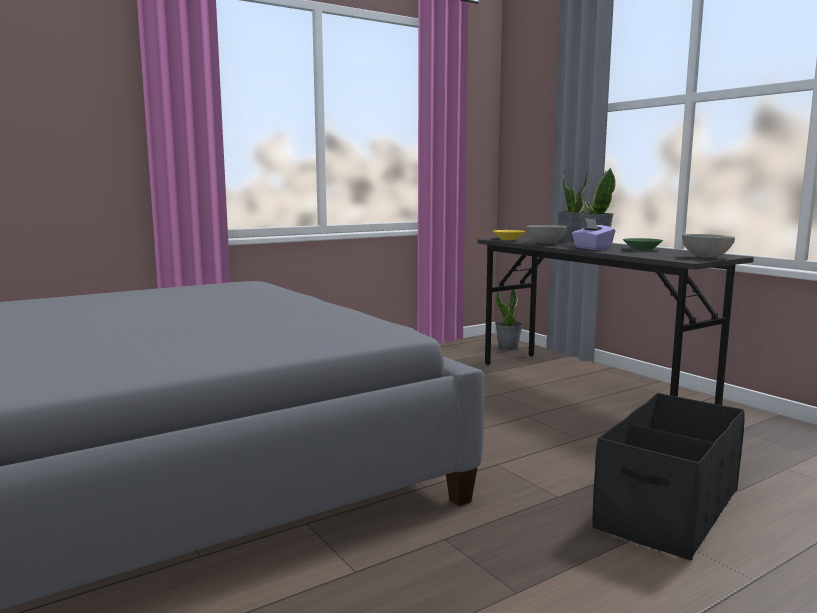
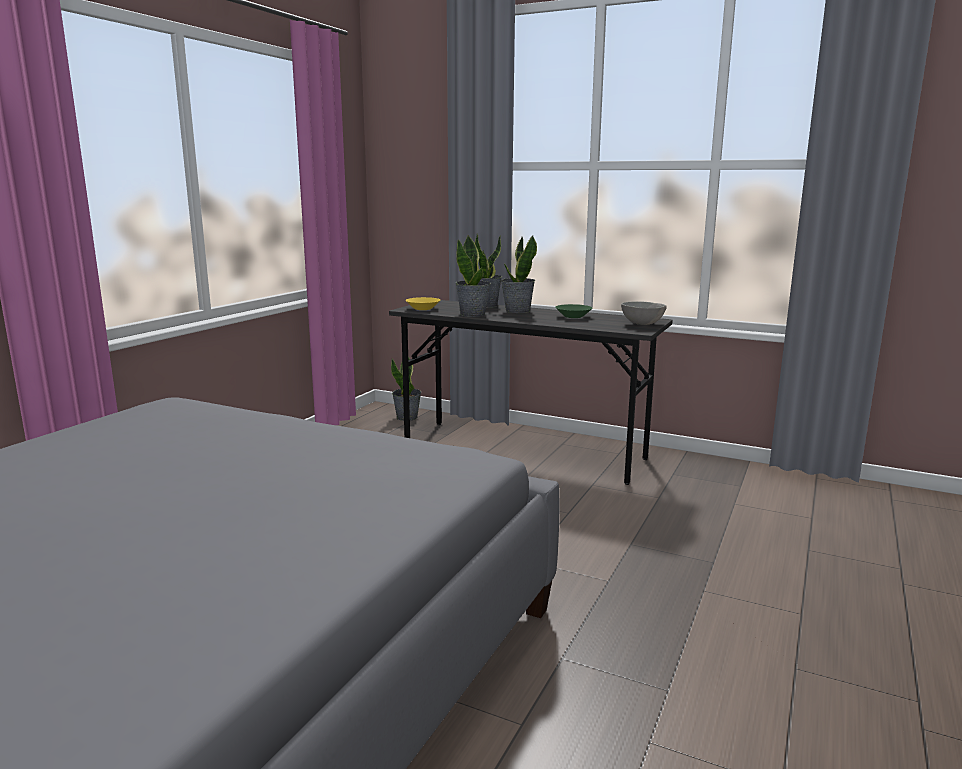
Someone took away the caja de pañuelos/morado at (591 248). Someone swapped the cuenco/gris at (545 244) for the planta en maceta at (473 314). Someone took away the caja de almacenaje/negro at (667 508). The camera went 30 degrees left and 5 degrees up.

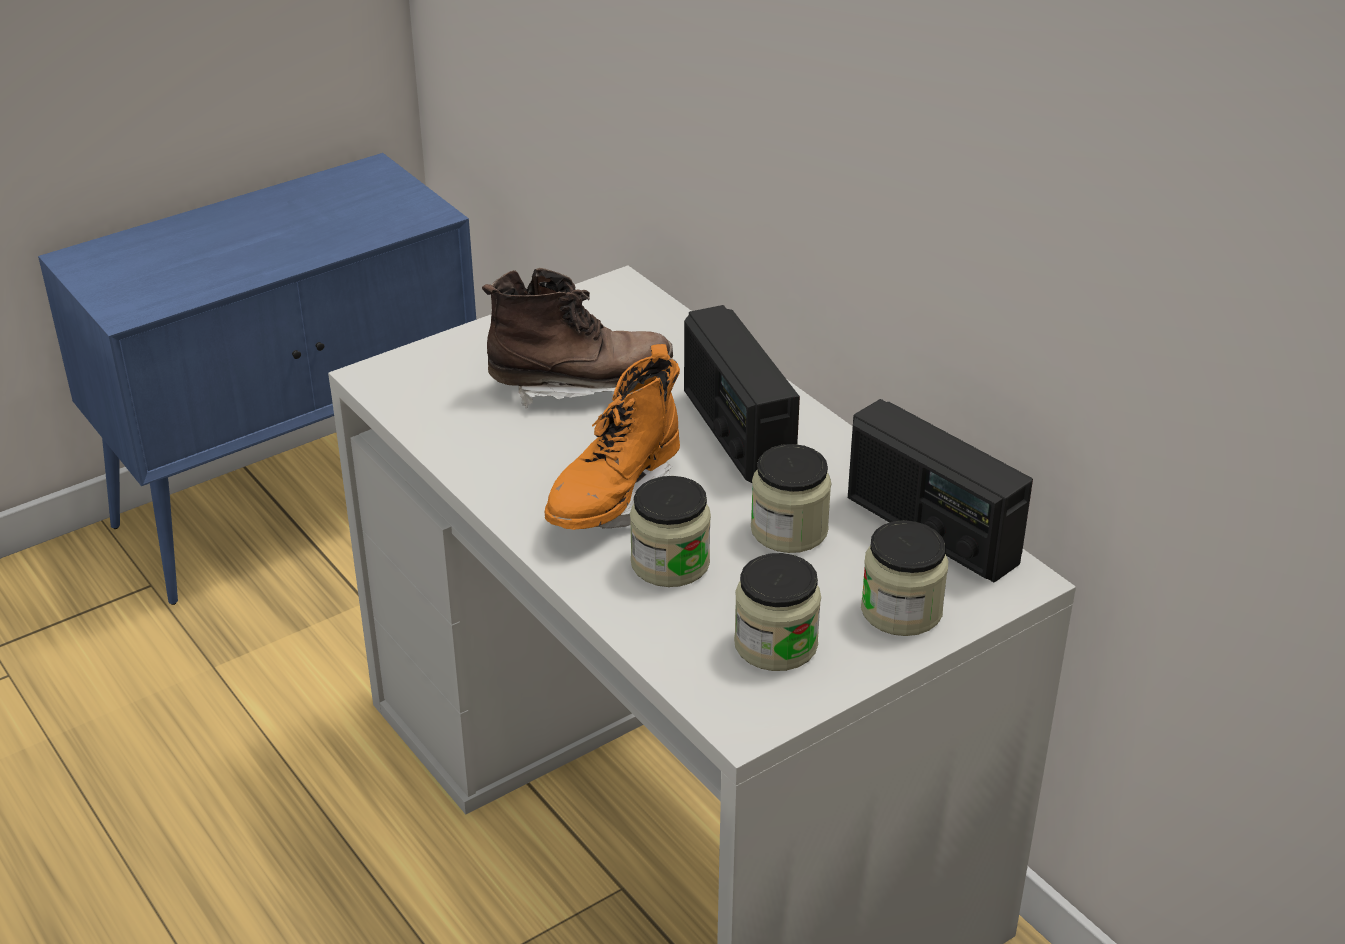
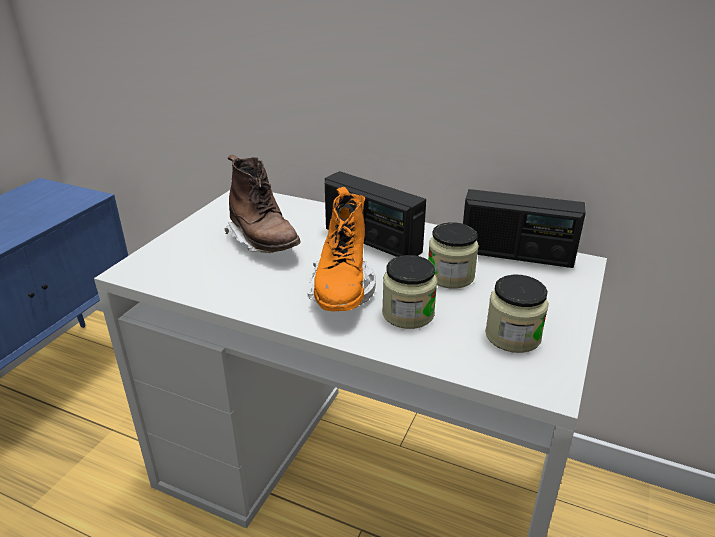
Someone rotated the bota/marrón at (580 386) by 90 degrees clockwise. Someone took away the tarro at (901 610). The camera went 30 degrees left and 5 degrees down.

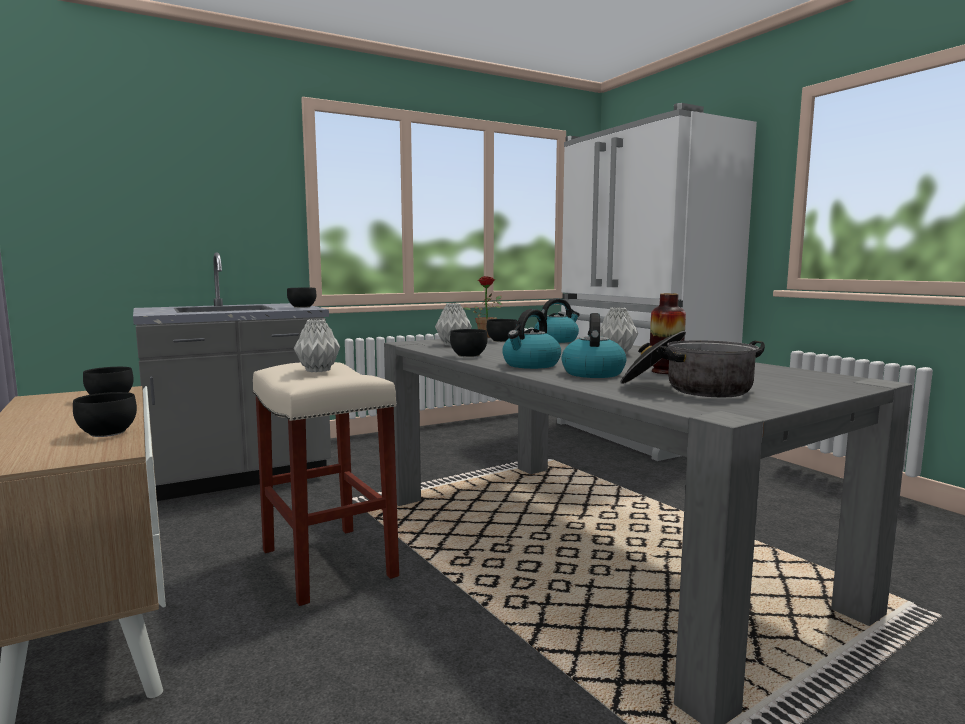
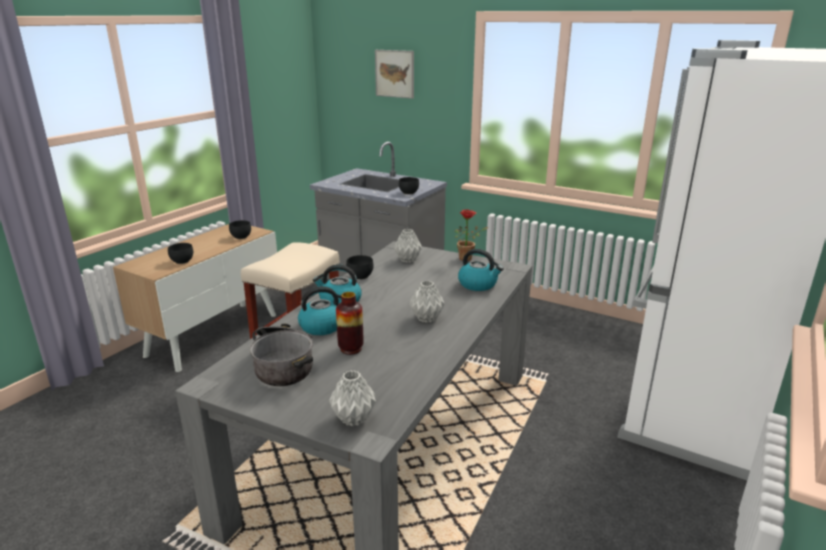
Someone carried the florero/gris from (317 370) to (354 418). Someone took away the cuenco/negro at (502 341). Someone put up the cuadro at (394 73). The camera went 60 degrees right and 15 degrees up.

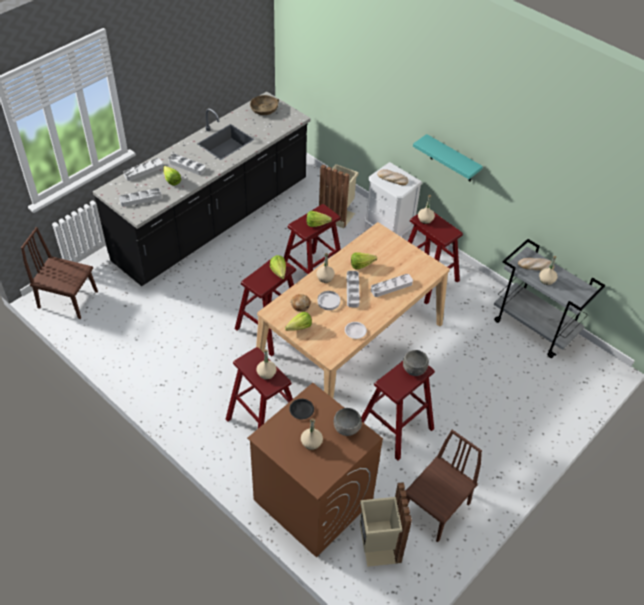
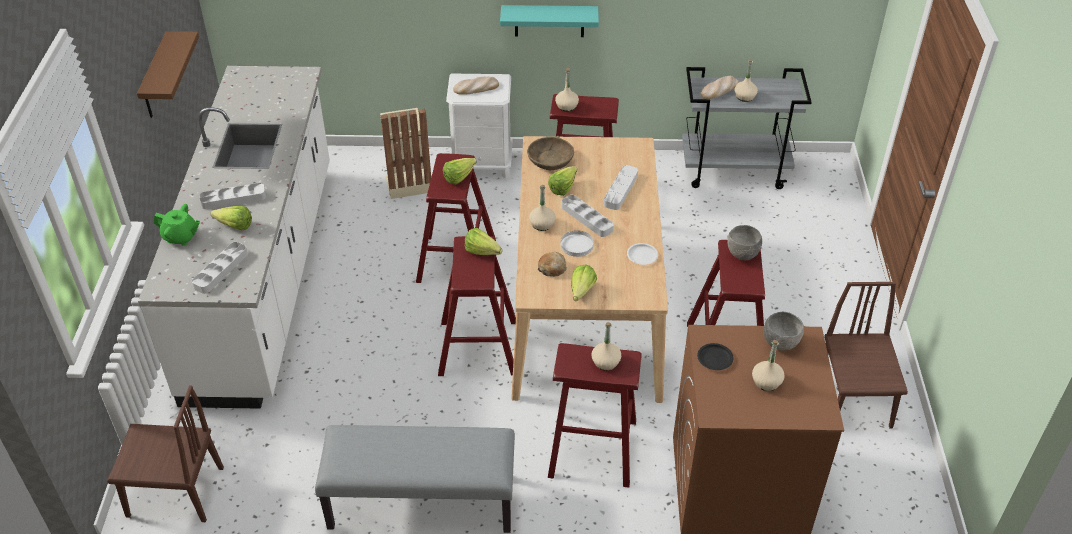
Someone repainted the mueble bajo de cocina/negro at (213 221), which became the mueble bajo de cocina/blanco at (264 277). Someone carried the cuenco/marrón from (264 109) to (550 160). Someone swapped the bandeja/gris at (143 171) for the tetera/verde at (181 237). Someone rotated the silla/marrón at (68 299) by 150 degrees counterclockwise. Someone took away the papelera/beis at (378 546). Someone put up the estante/marrón at (156 78). Someone put down the banco/gris at (421 503). The camera went 40 degrees left and 5 degrees down.

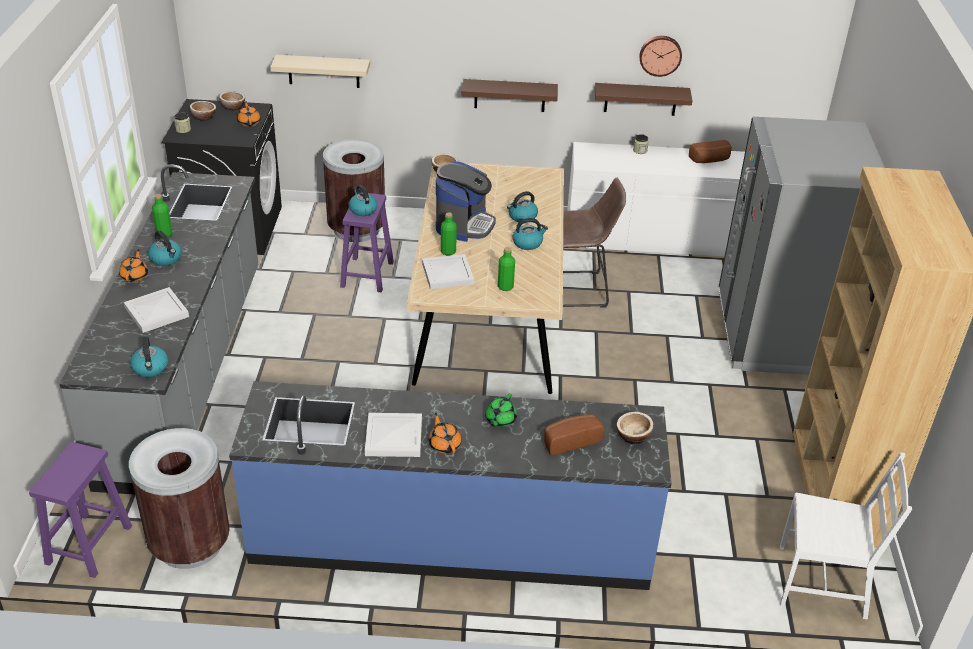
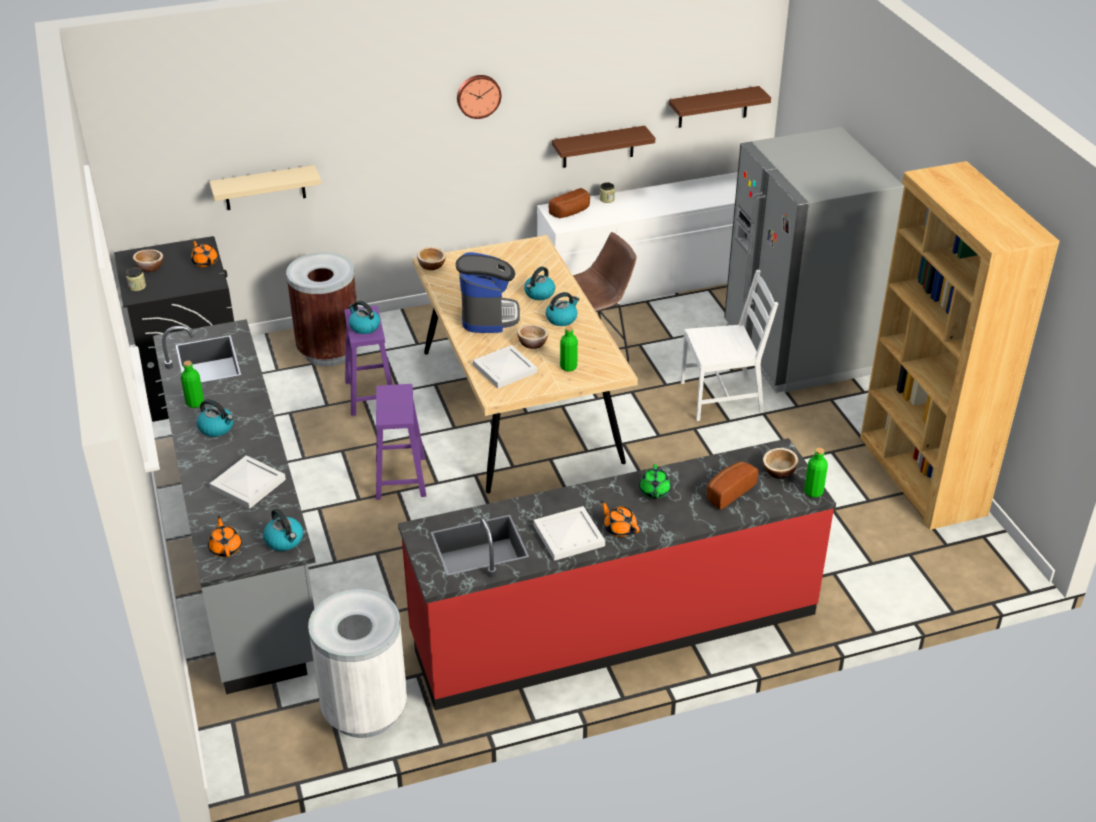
Someone carried the reloj de pared from (660 55) to (478 95). Someone carried the estante/marrón from (509 95) to (713 107). Someone carried the cuenco from (233 107) to (532 343). Someone carried the pan from (710 160) to (571 212). Someone carried the botella/verde from (448 251) to (813 492). Someone carried the tetera/naranja from (135 276) to (226 548). Someone repainted the mueble bajo de cocina/azul at (451 538), which became the mueble bajo de cocina/rojo at (614 625). Someone repainted the papelera/marrón at (189 544), which became the papelera/blanco at (364 711). Someone carried the taburete/morado from (89 543) to (400 476). Someone carried the silla/blanco from (823 582) to (722 397). The camera went 20 degrees left and 0 degrees up.

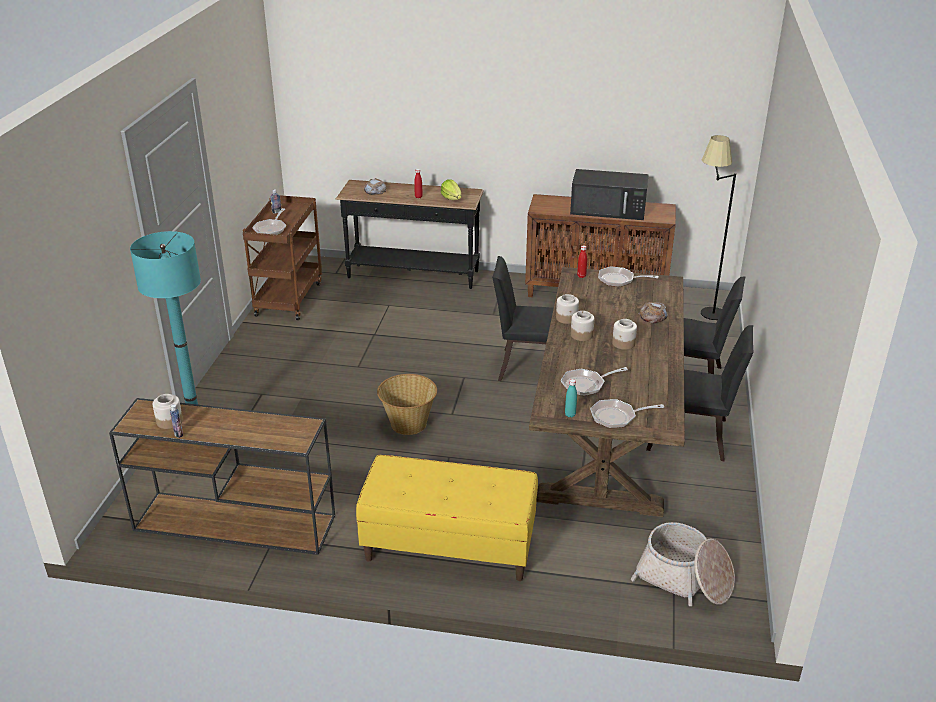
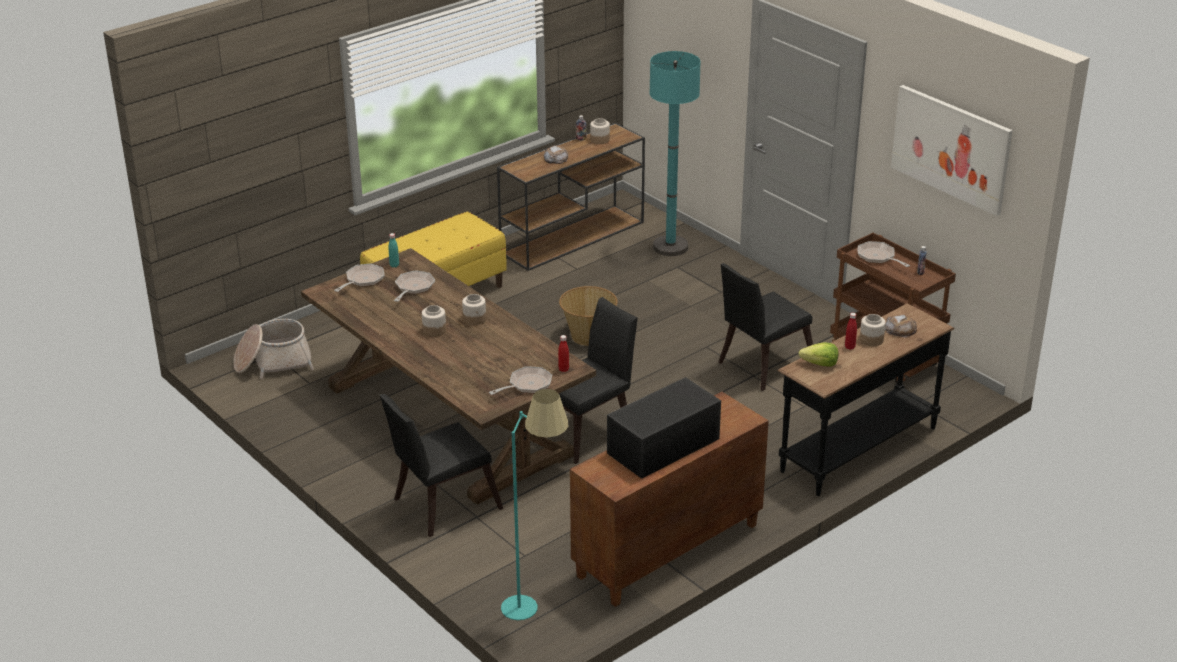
Someone repainted the lámpara de pie/negro at (703 309), which became the lámpara de pie/turquesa at (536 606). Someone carried the tarro from (567 318) to (871 340). Someone carried the pan from (653 316) to (555 158). Someone carried the silla/negro from (693 437) to (761 366). Someone put up the cuadro at (951 148). The camera went 130 degrees right and 0 degrees up.

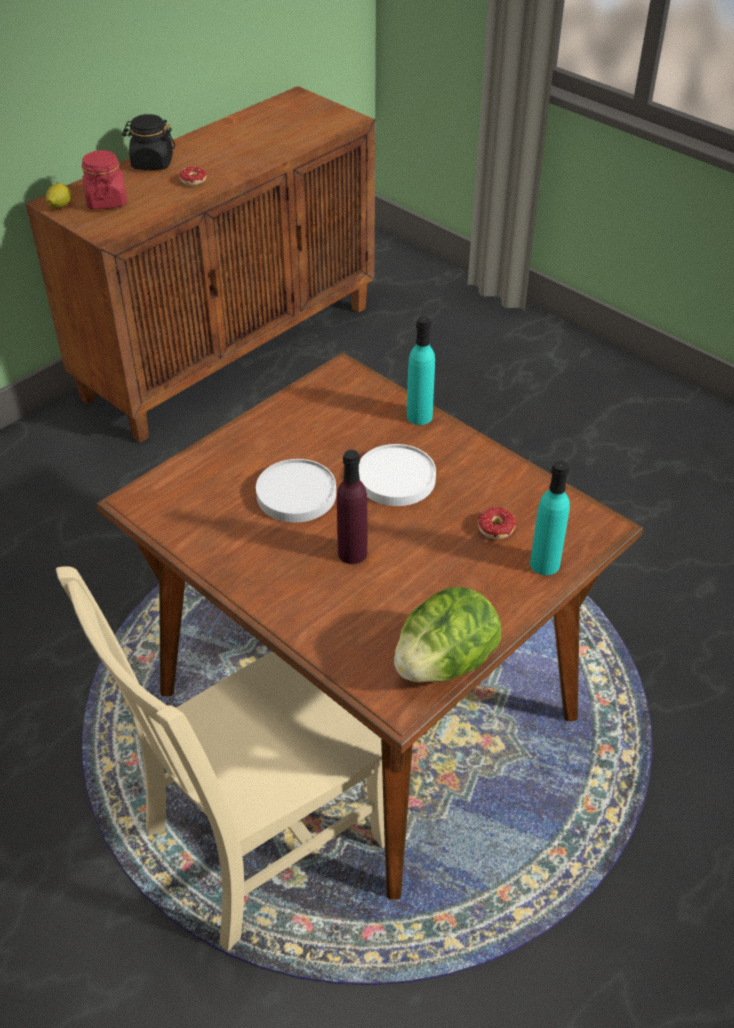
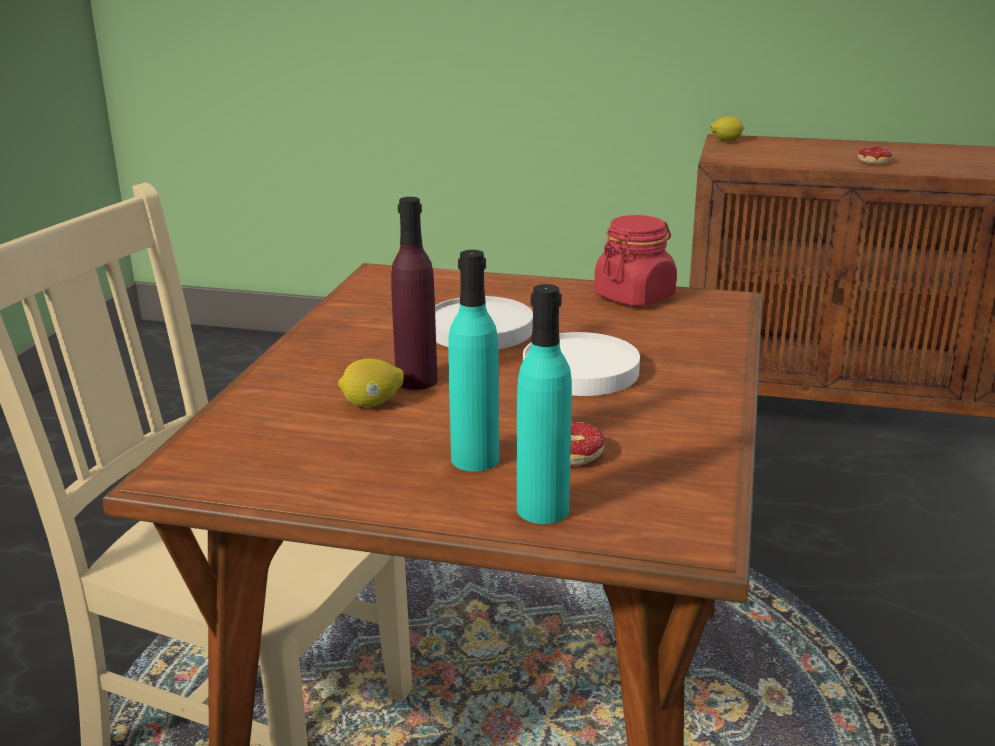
Someone took away the tarro/negro at (152 163). Someone carried the tarro/rojo from (106 201) to (634 296). Someone carried the botella/turquesa from (419 416) to (475 459). Someone took away the lechuga at (445 663). Someone put down the limón at (372 404). The camera went 60 degrees right and 20 degrees down.

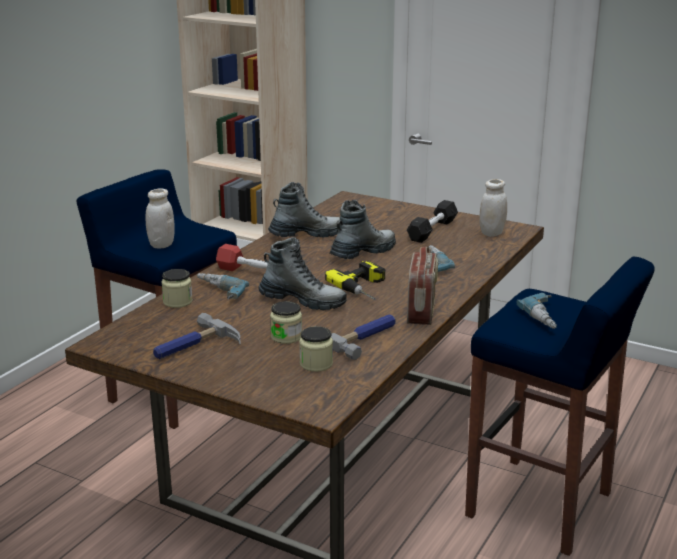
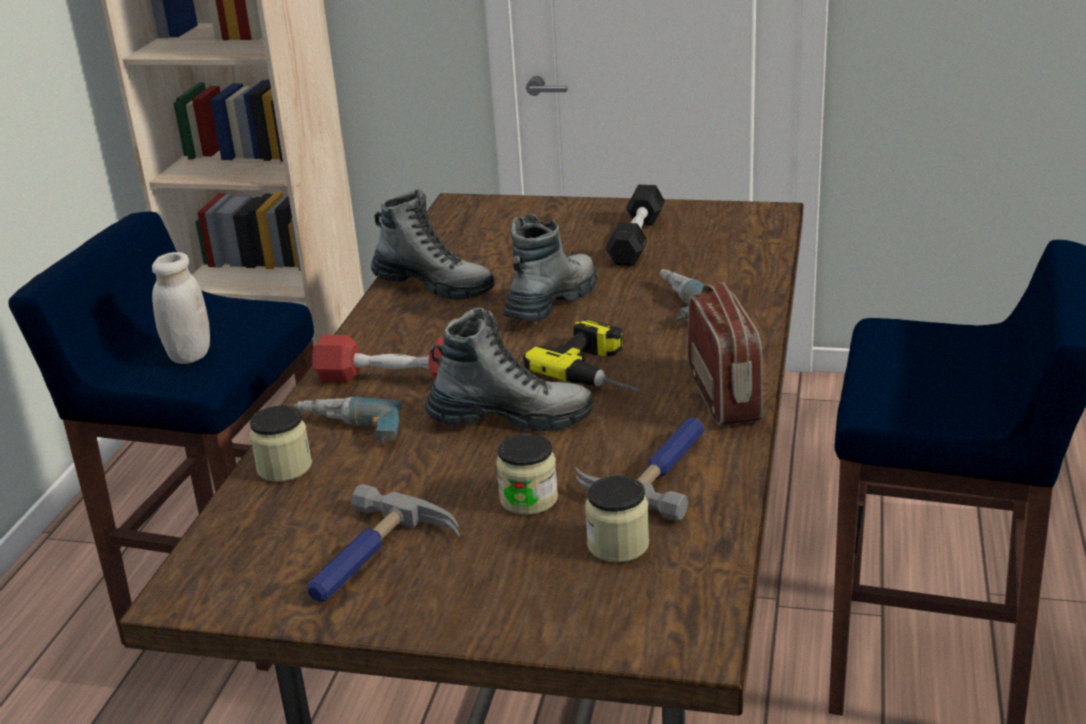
Someone took away the tarro/blanco at (492 233). Someone rotated the bota at (307 234) by 60 degrees clockwise. Someone took away the taladro at (547 317). The camera went 15 degrees left and 5 degrees up.

